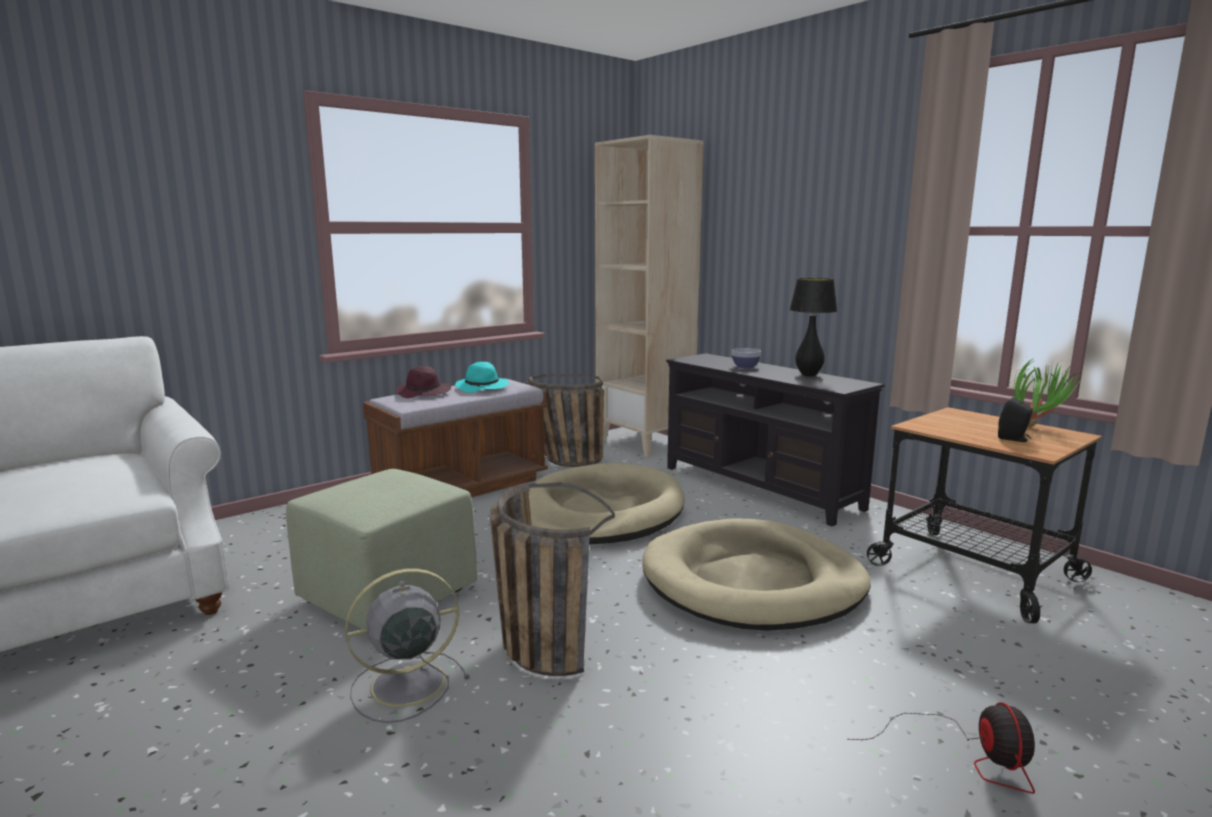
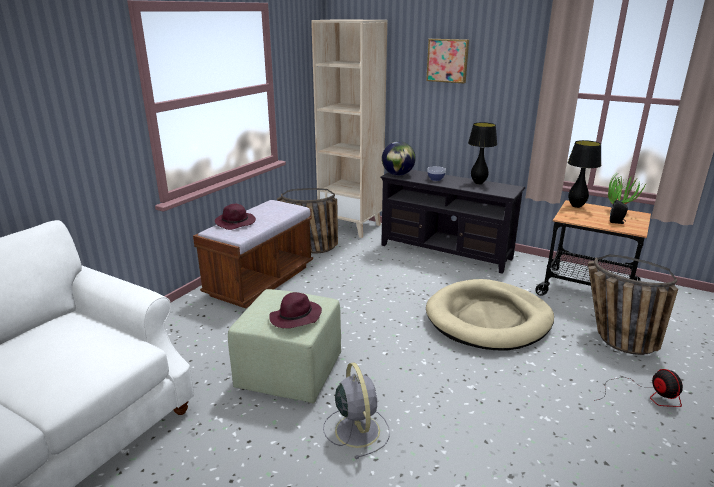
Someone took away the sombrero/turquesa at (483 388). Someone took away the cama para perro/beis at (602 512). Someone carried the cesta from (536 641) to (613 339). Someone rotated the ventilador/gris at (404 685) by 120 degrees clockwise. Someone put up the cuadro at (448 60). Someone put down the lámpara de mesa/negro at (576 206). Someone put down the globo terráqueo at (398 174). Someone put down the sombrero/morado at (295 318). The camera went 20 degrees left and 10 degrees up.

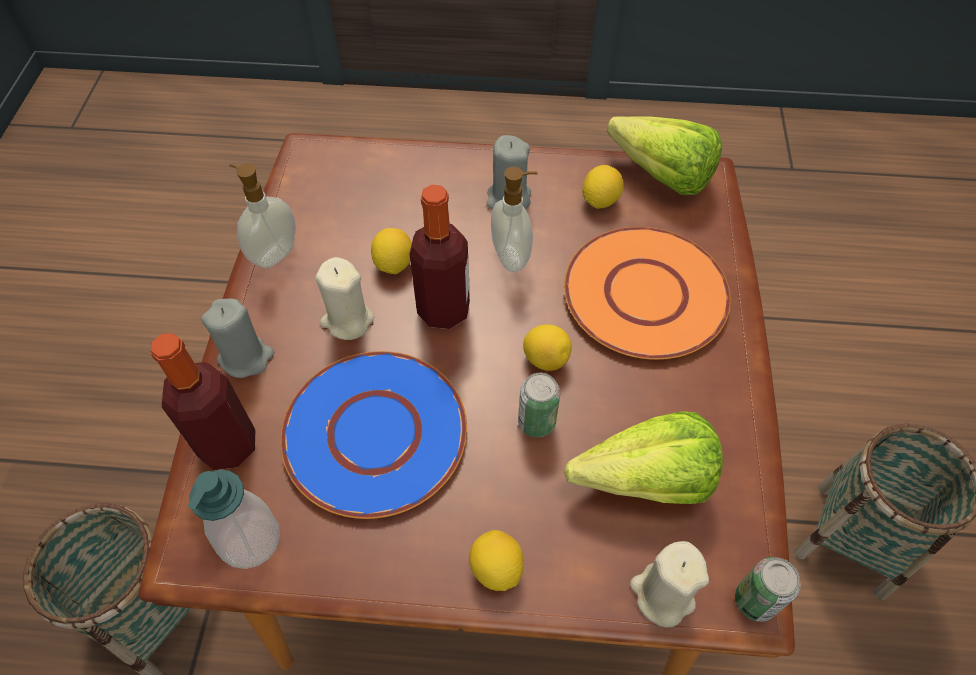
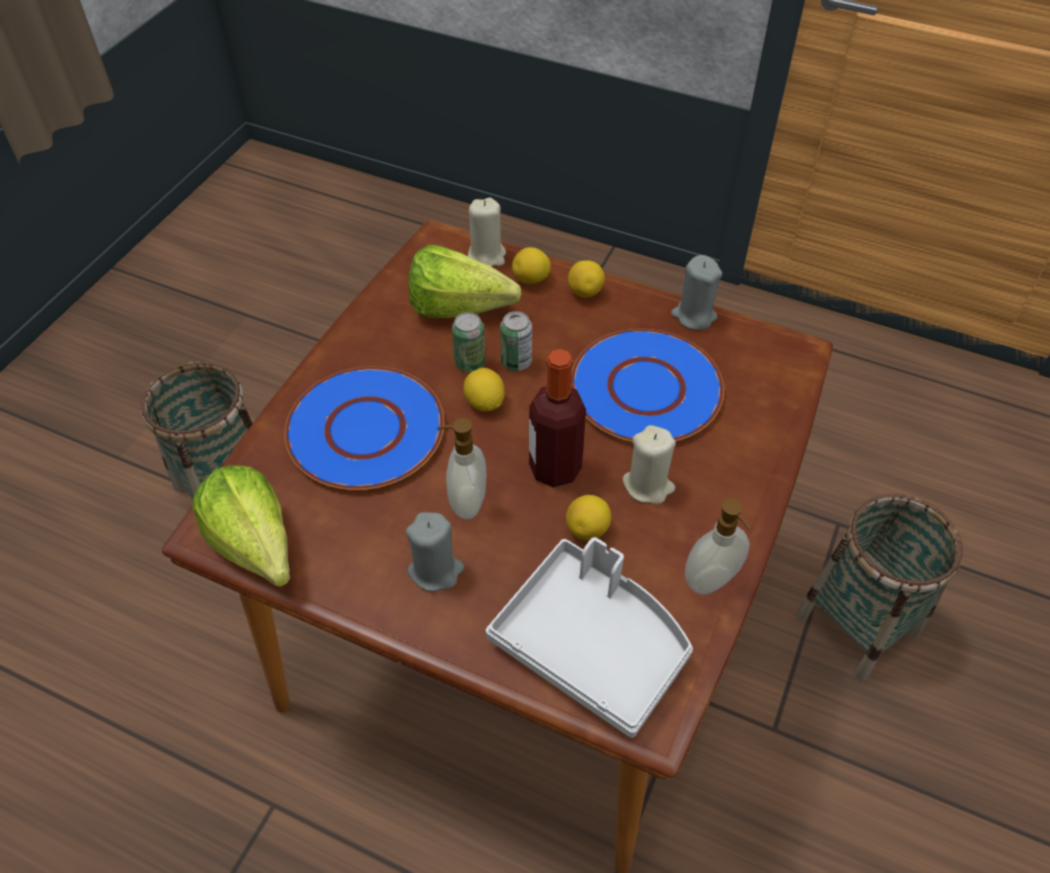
Someone carried the limón from (600 201) to (531 279). Someone repainted the plato/naranja at (645 293), which became the plato/azul at (364 430). Someone carried the vela/gris from (246 357) to (693 315). Someone took away the botella at (228 445). Someone took away the dispensador de jabón at (250 539). Someone carried the lata from (755 600) to (470 363). Someone put down the bandeja/gris at (592 644). The camera went 160 degrees left and 5 degrees down.

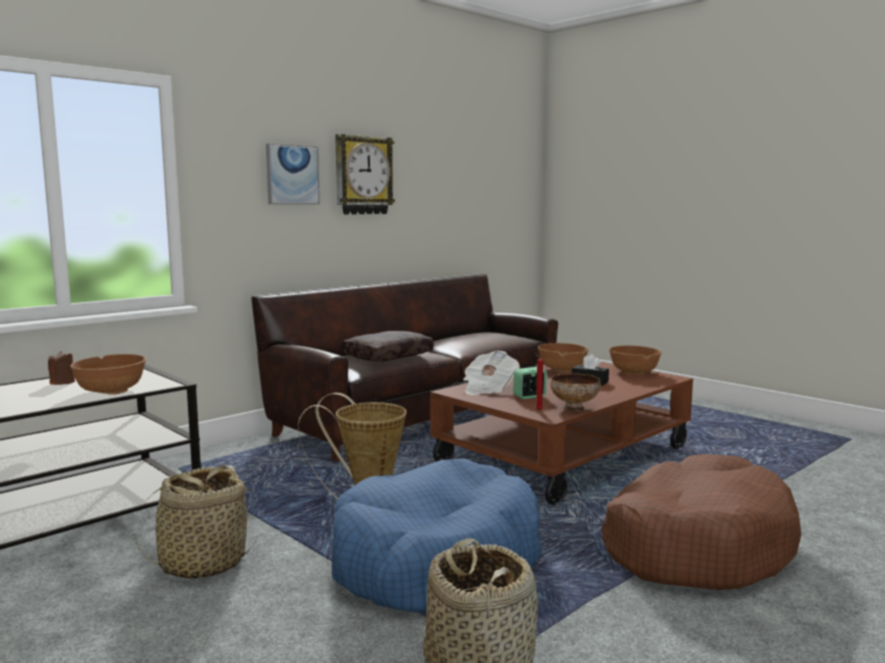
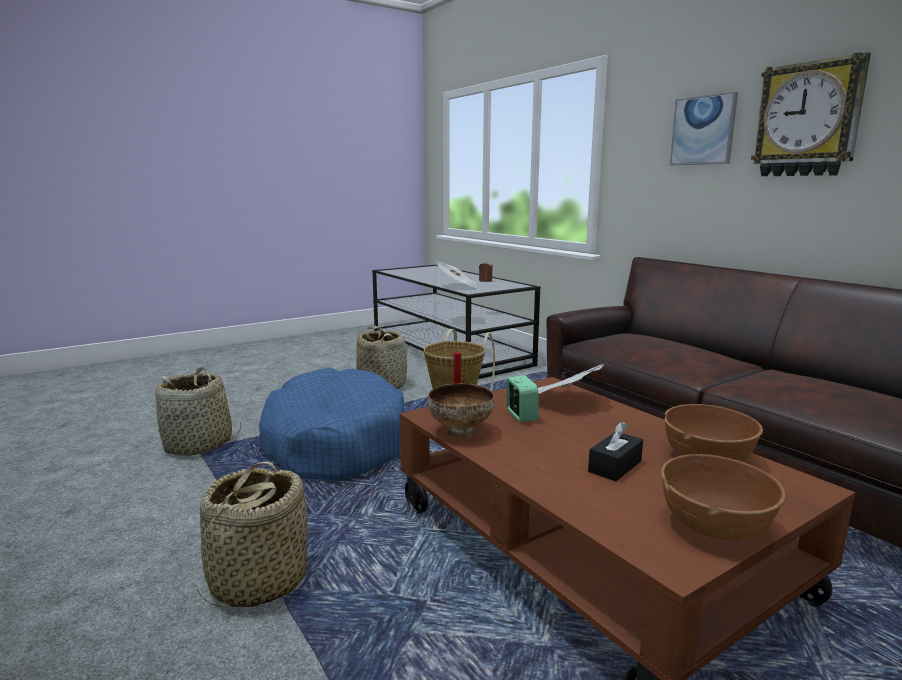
Someone took away the cojín/marrón at (388 356). Someone swapped the cuenco/marrón at (111 391) for the periódico at (458 286). Someone swapped the cama para perro/marrón at (696 545) for the cesta at (258 581). The camera went 100 degrees right and 5 degrees up.

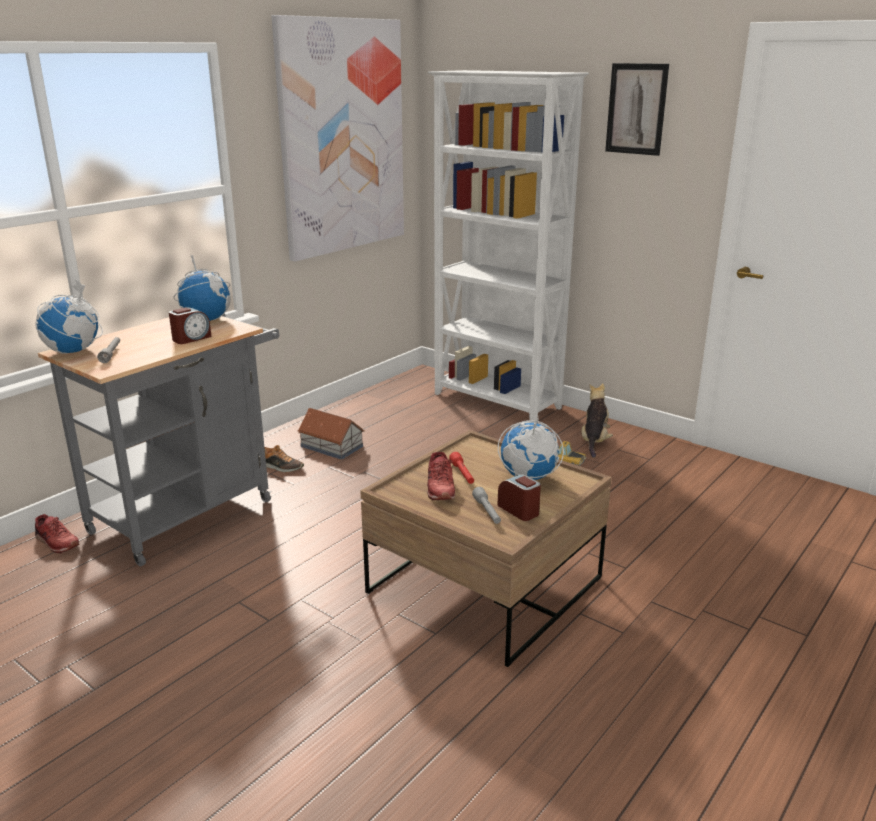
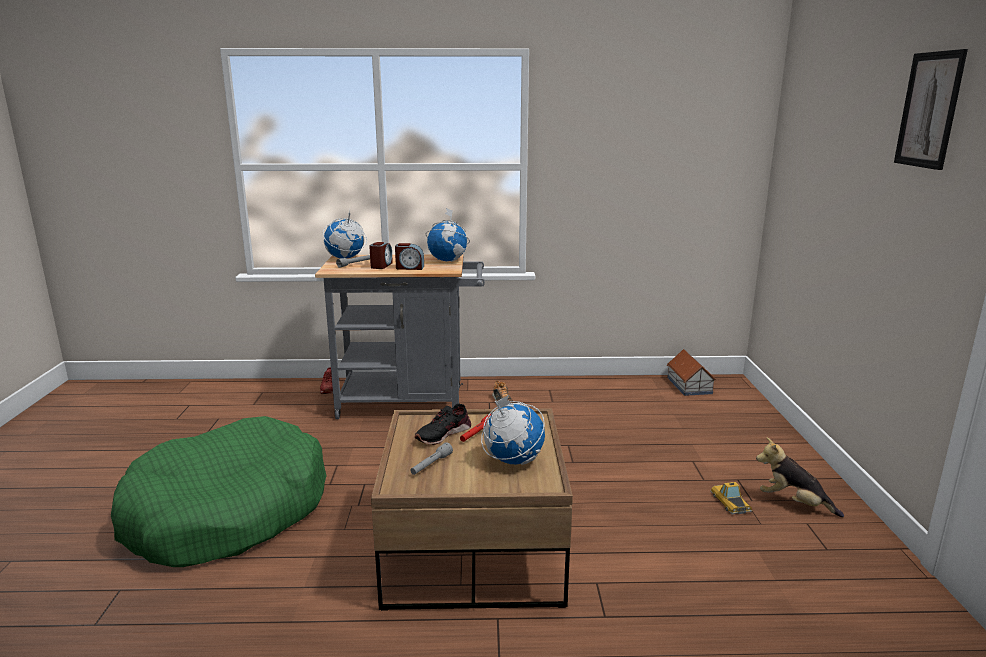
Someone took away the cuadro at (342 138). Someone took away the estantería/blanco at (497 402). Someone rotated the peluche at (594 441) by 120 degrees counterclockwise. Someone carried the casita from (331 446) to (689 385). Someone repainted the zapato/rojo at (439 487), which became the zapato/negro at (443 434). Someone carried the despertador from (519 510) to (381 265). Someone put down the cama para perro/verde at (227 512). The camera went 50 degrees right and 5 degrees down.

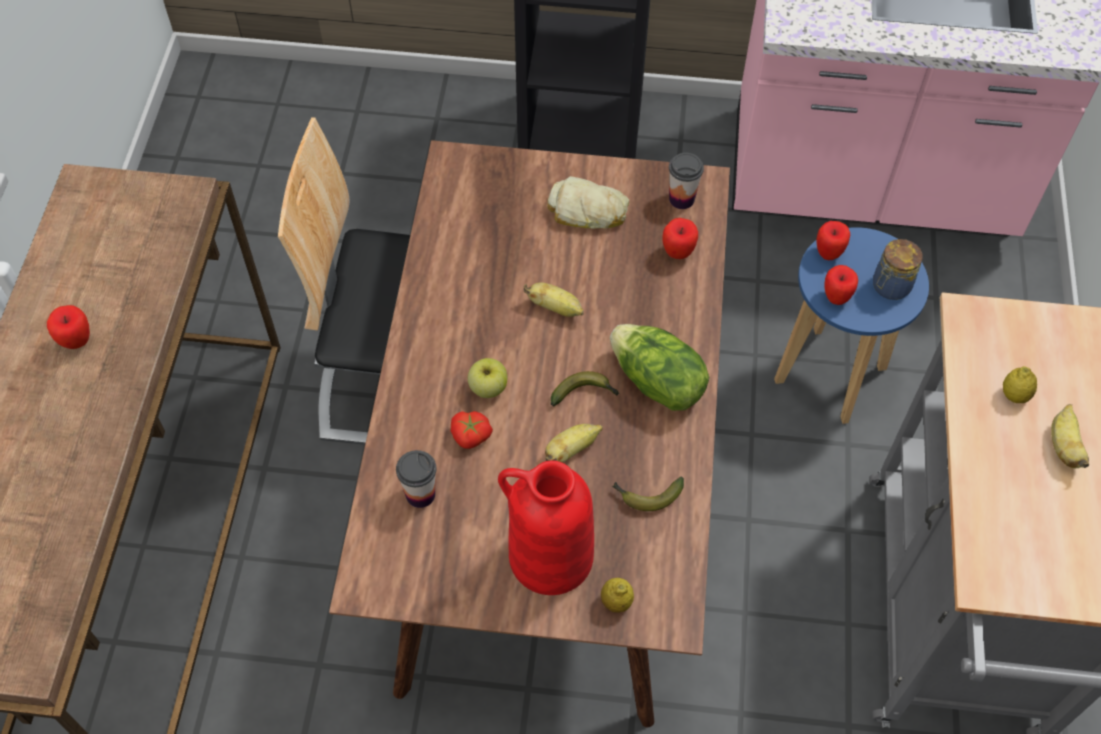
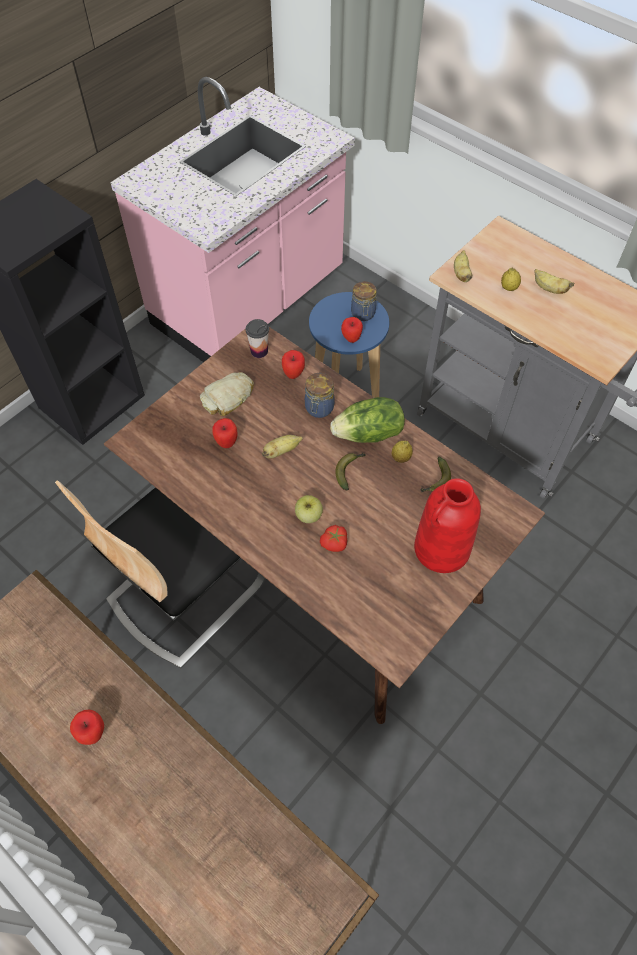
Someone carried the manzana from (828 253) to (226 443). Someone carried the plátano from (571 450) to (461 274). Someone took away the taza at (420 494). Someone carried the limón from (616 602) to (401 458). Someone put down the tarro at (319 409). The camera went 55 degrees left and 0 degrees up.

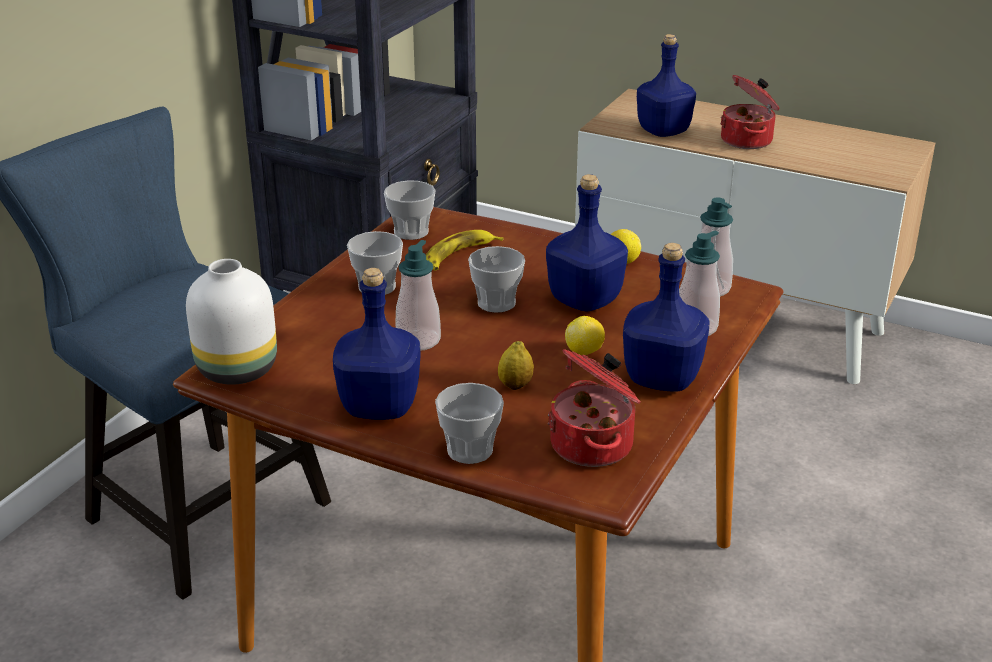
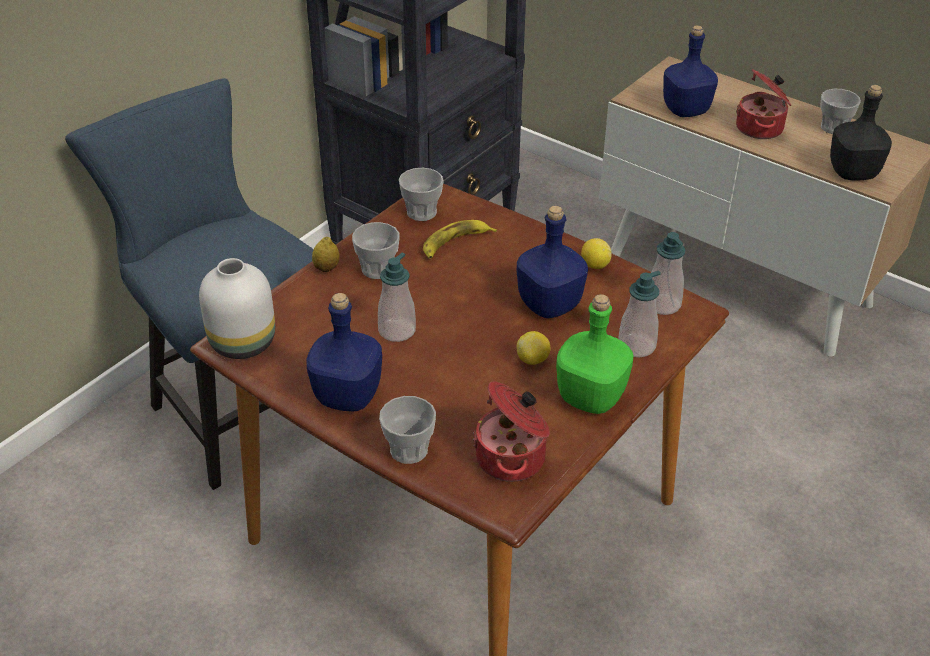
Someone repainted the botella/azul at (664 379), which became the botella/verde at (592 397). Someone carried the taza from (496 303) to (833 127). Someone carried the limón from (515 385) to (326 268). Someone put down the botella/negro at (852 173). The camera went 10 degrees right and 10 degrees up.

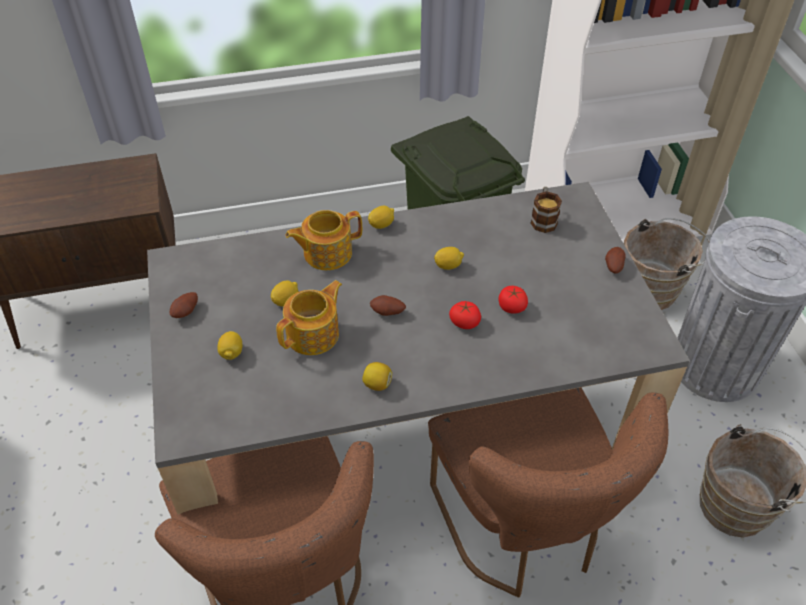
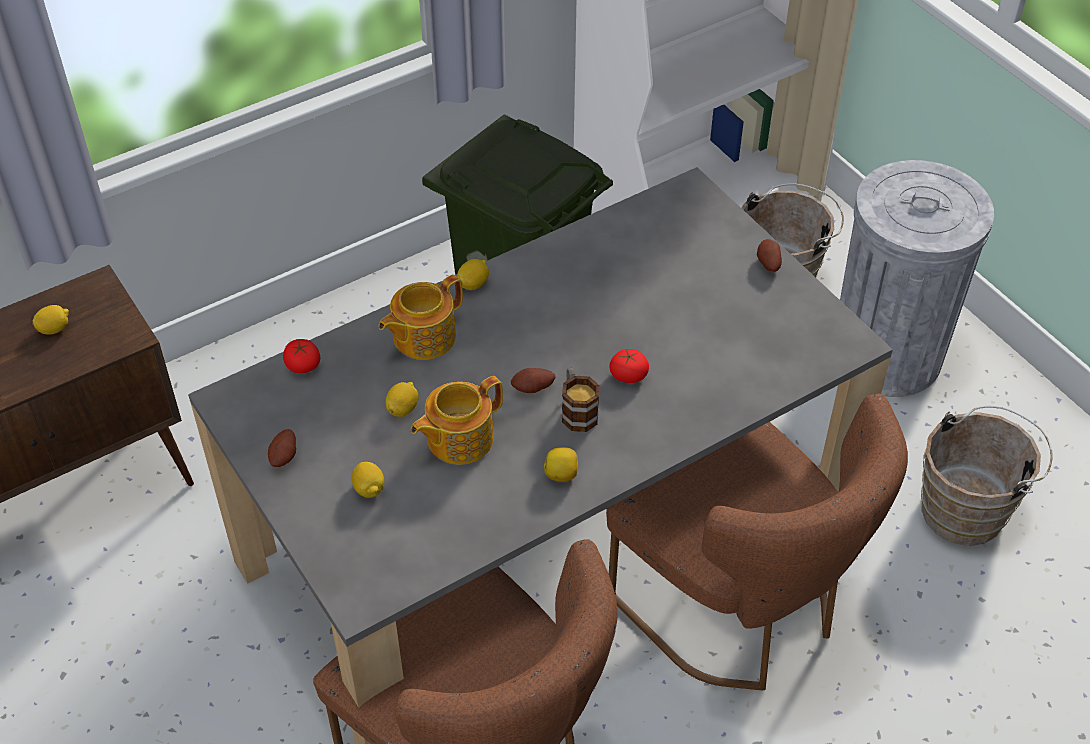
Someone carried the taza grande from (543 219) to (577 411). Someone carried the limón from (448 265) to (54 329). Someone rotated the tetera at (314 334) by 150 degrees counterclockwise. Someone carried the tomate from (512 307) to (303 365). The camera went 20 degrees left and 0 degrees up.

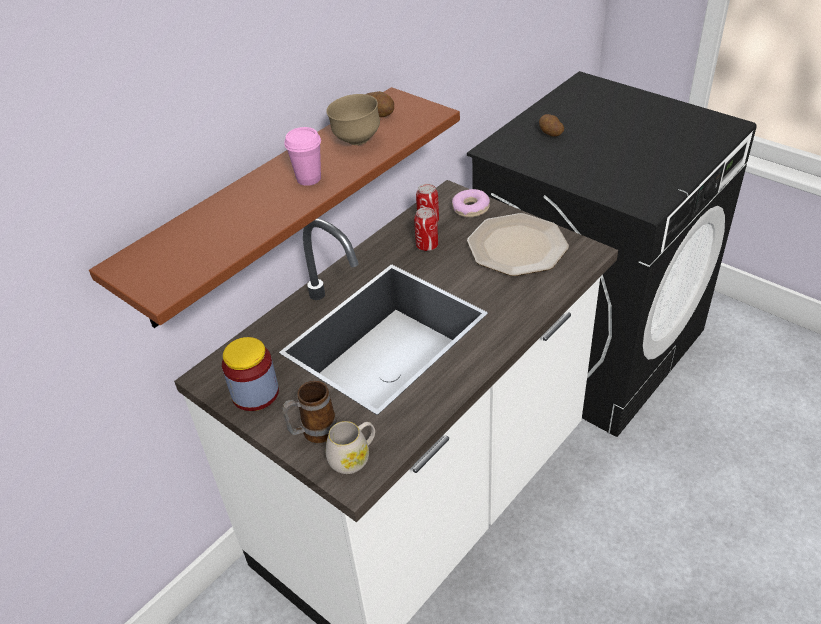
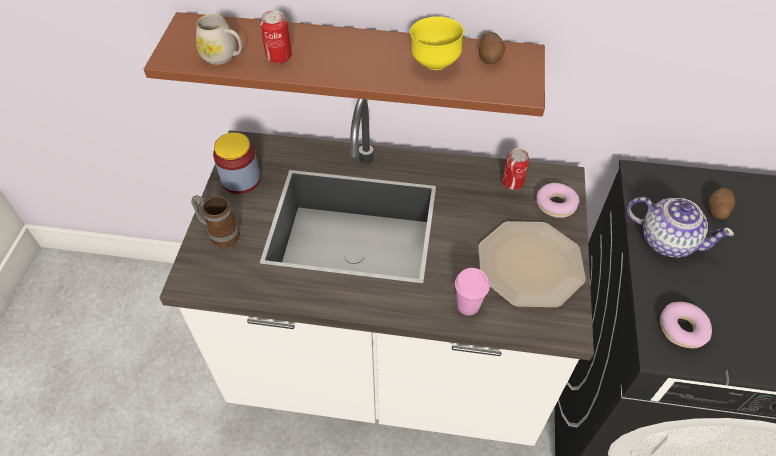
Someone repainted the cuenco/marrón at (356 141), which became the cuenco/amarillo at (434 63). Someone carried the taza/rosa from (309 179) to (468 305). Someone carried the lata from (427 246) to (279 57). Someone carried the taza grande/blanco from (353 457) to (223 56). Someone put down the tetera at (666 240). Someone put down the rosquilla at (682 329). The camera went 55 degrees right and 10 degrees up.

